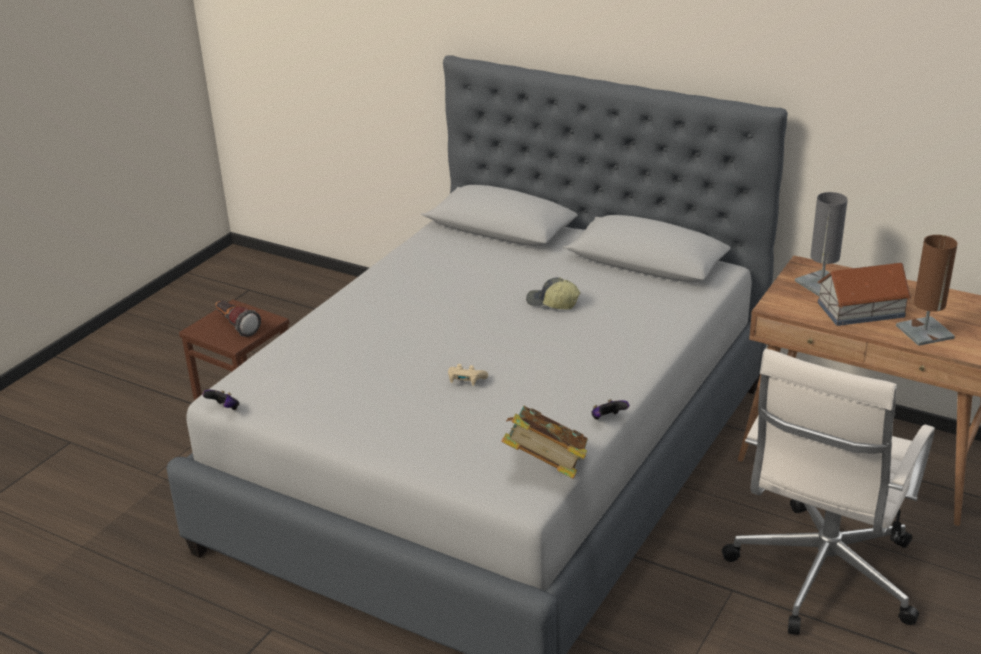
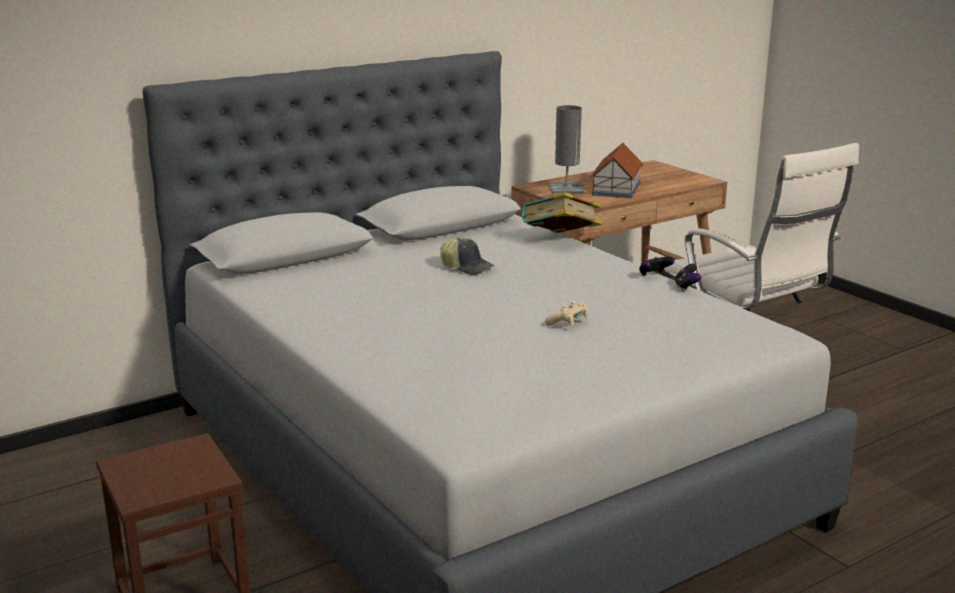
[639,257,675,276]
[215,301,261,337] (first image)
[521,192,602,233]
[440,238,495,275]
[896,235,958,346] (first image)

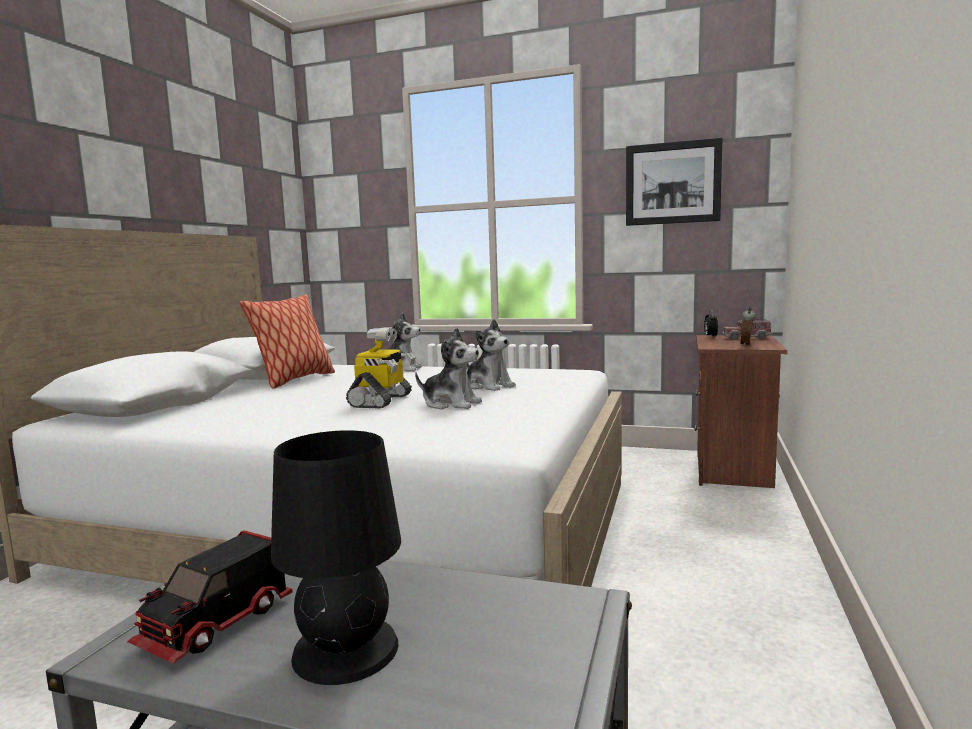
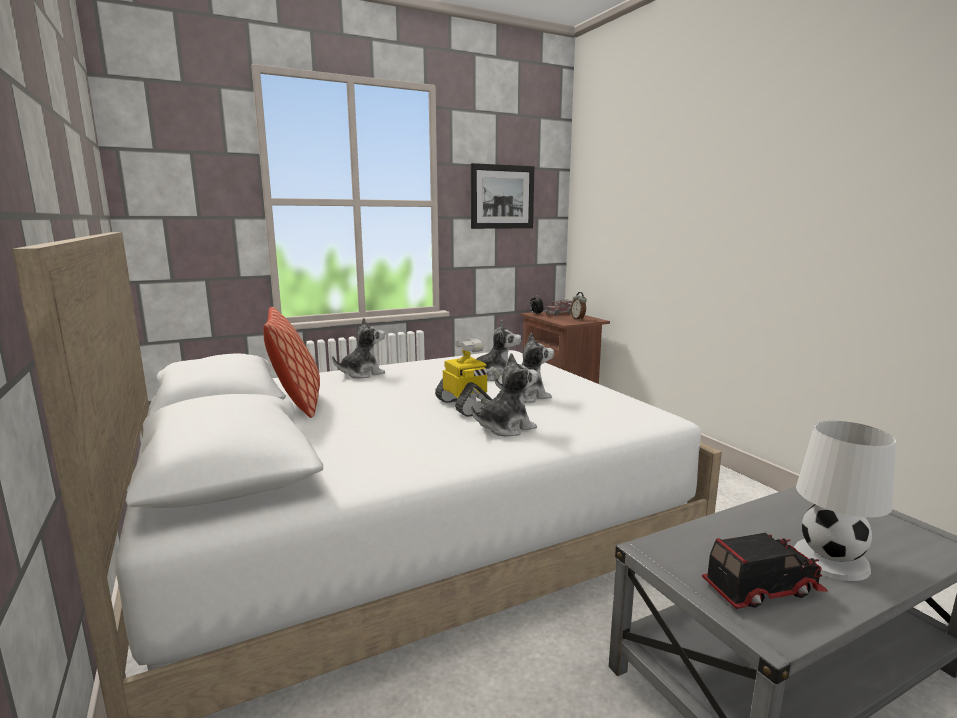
[702,533,828,609]
[794,421,896,581]
[471,353,538,436]

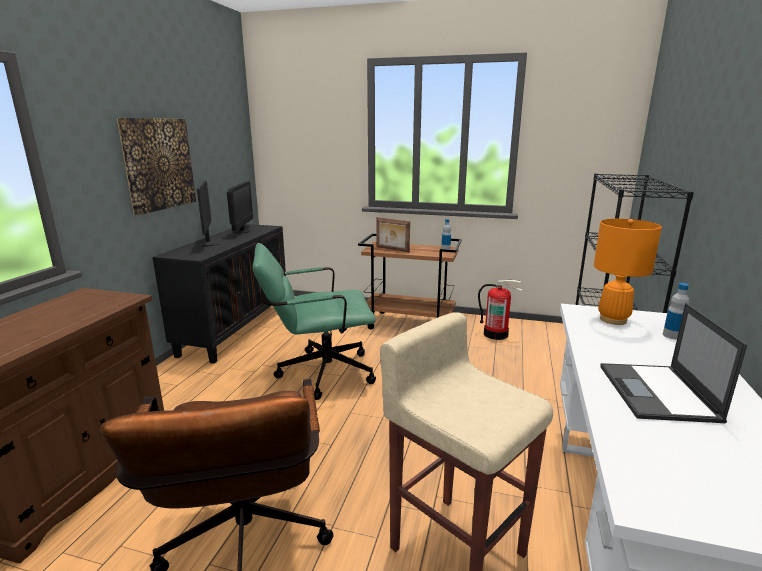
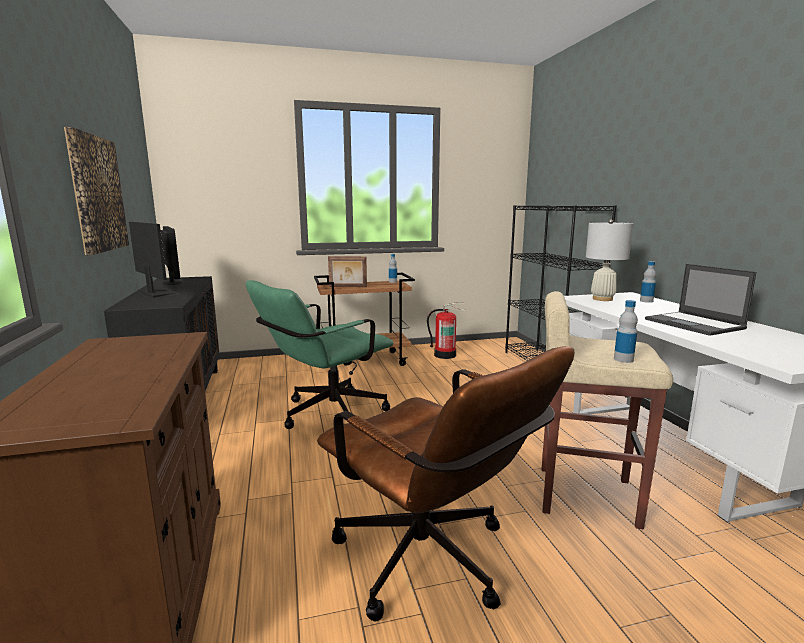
[586,219,633,301]
[614,300,638,363]

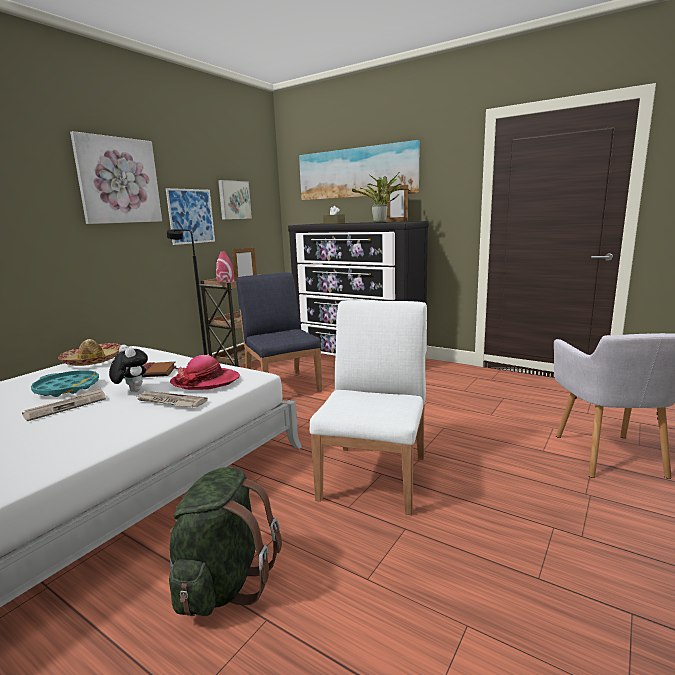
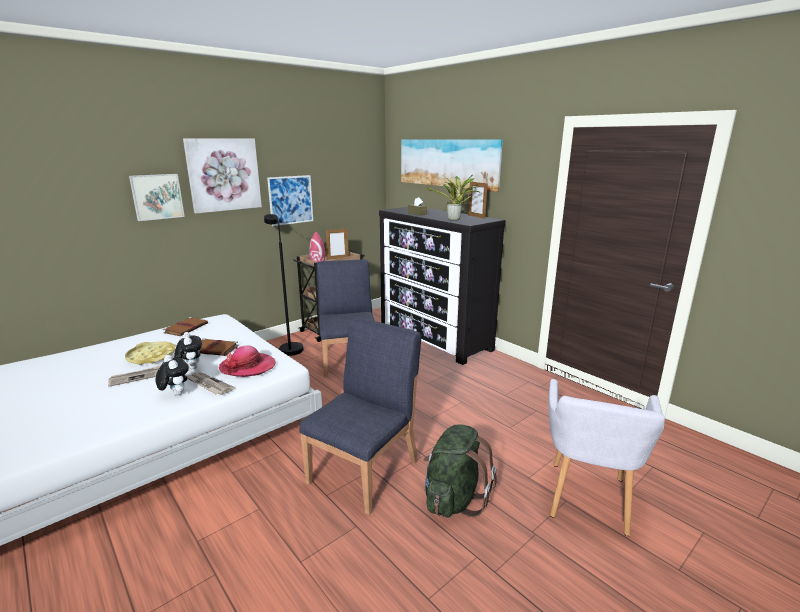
[125,341,175,365]
[163,317,208,336]
[424,424,497,518]
[129,174,185,221]
[299,317,421,515]
[156,355,189,396]

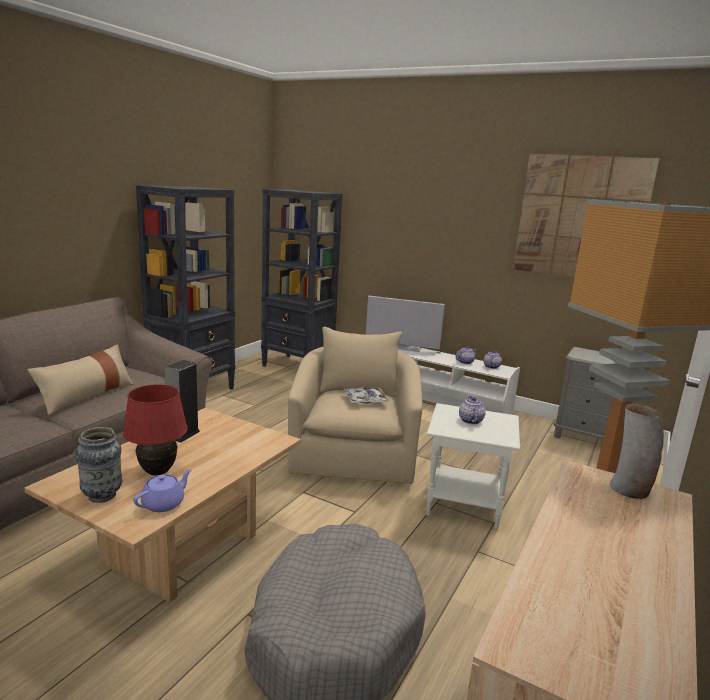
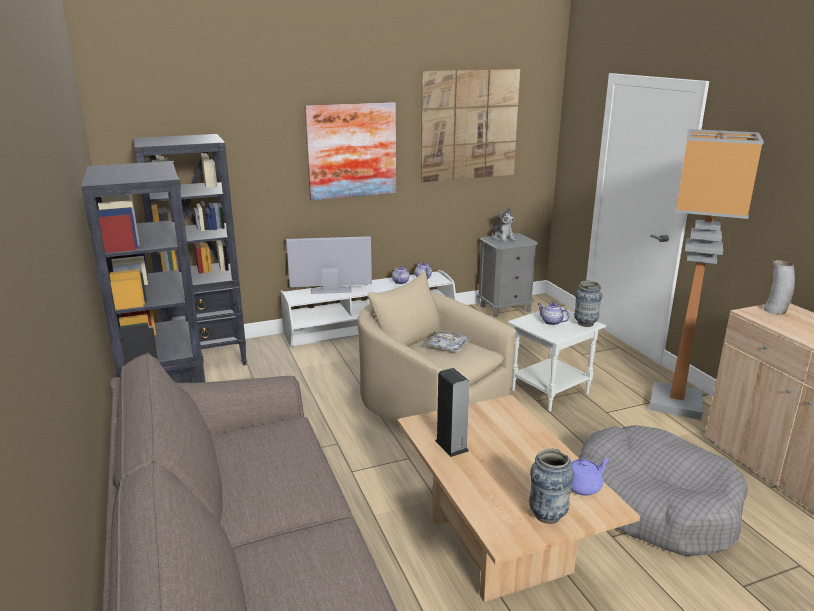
[27,344,134,415] (first image)
[123,384,188,476] (first image)
[571,458,610,496]
[286,236,372,294]
[305,102,396,201]
[492,207,516,242]
[574,281,602,327]

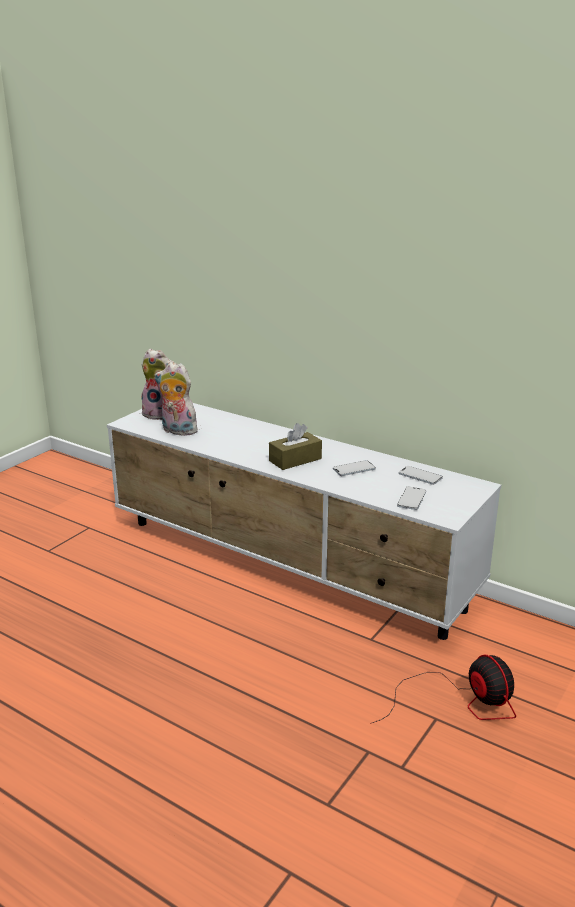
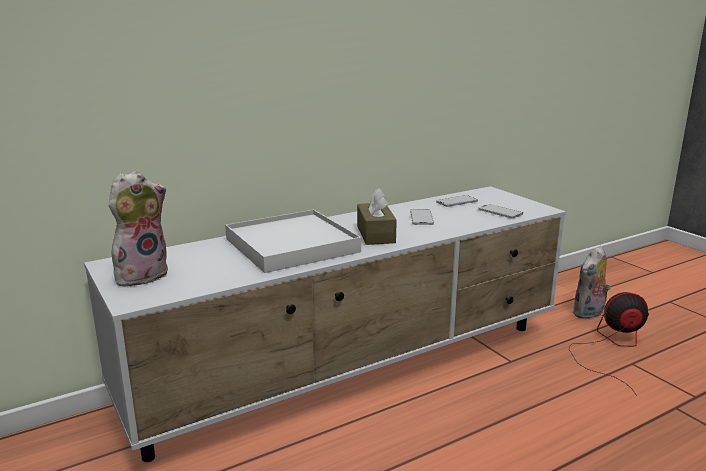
[572,246,610,319]
[225,210,361,273]

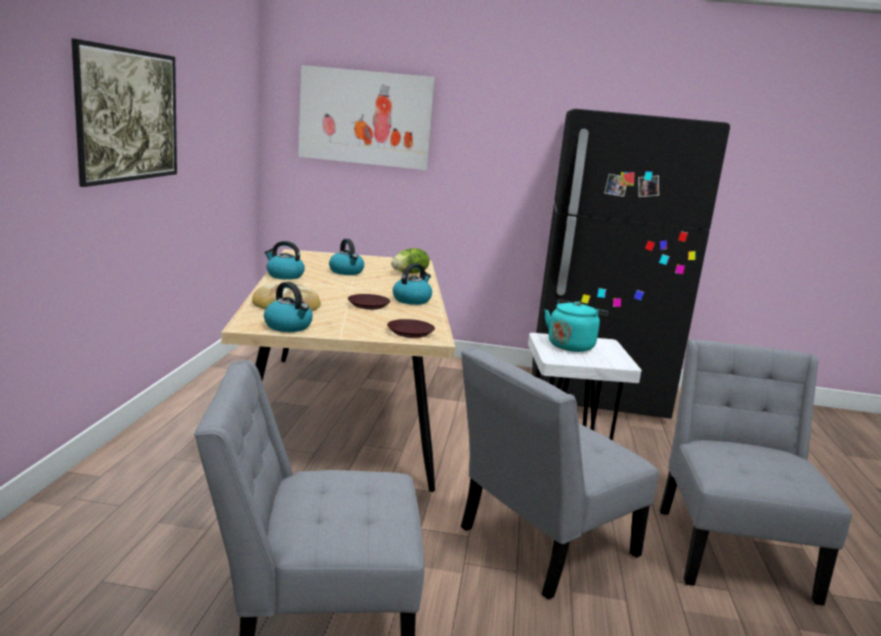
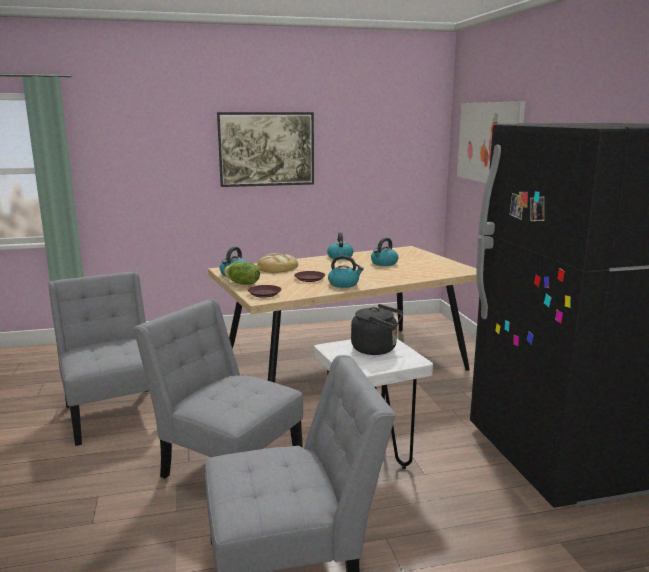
[224,262,260,285]
[351,304,403,355]

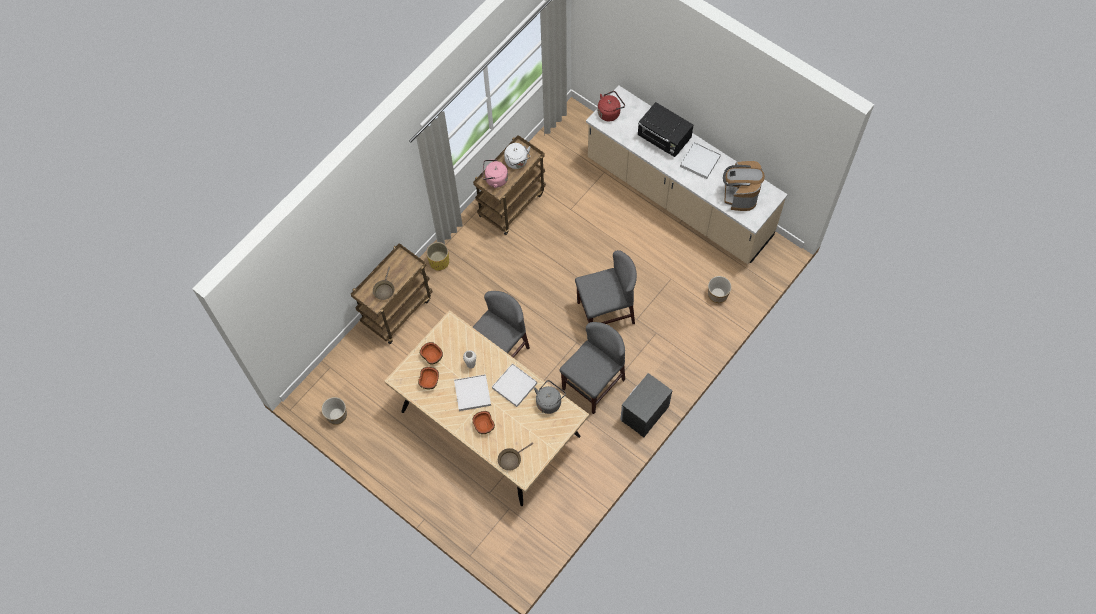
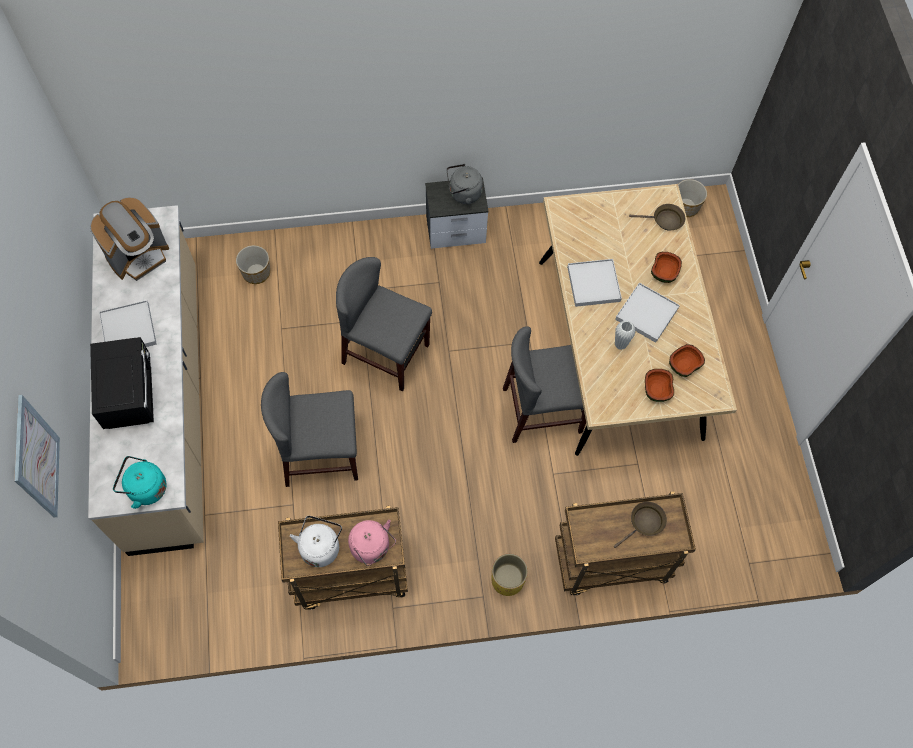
[678,179,707,217]
[447,164,483,204]
[261,372,358,487]
[113,456,167,509]
[14,395,60,518]

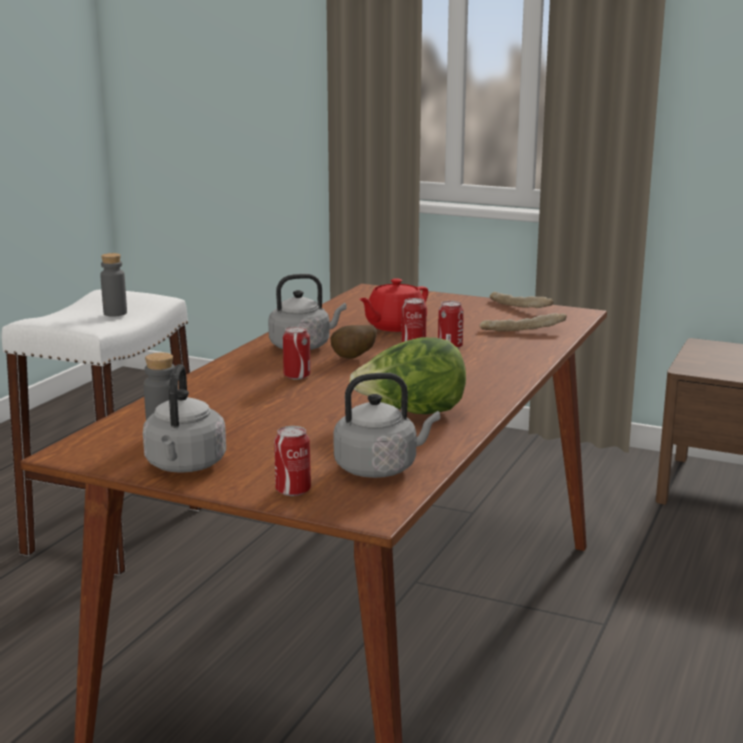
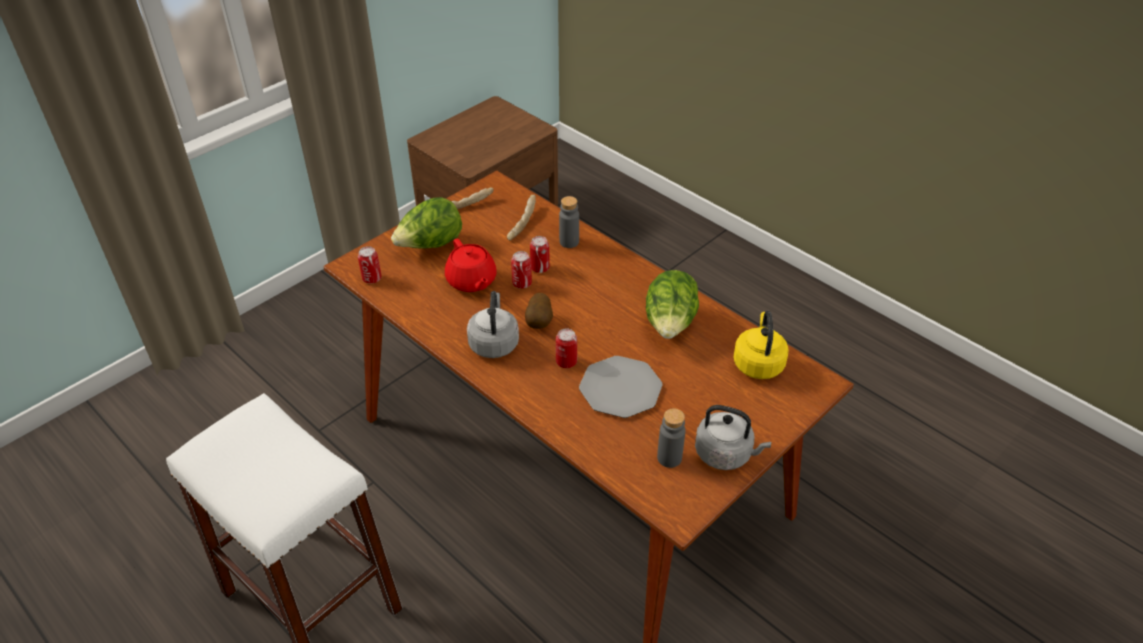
[559,196,579,248]
[358,246,382,284]
[733,311,789,379]
[391,197,462,249]
[579,356,663,418]

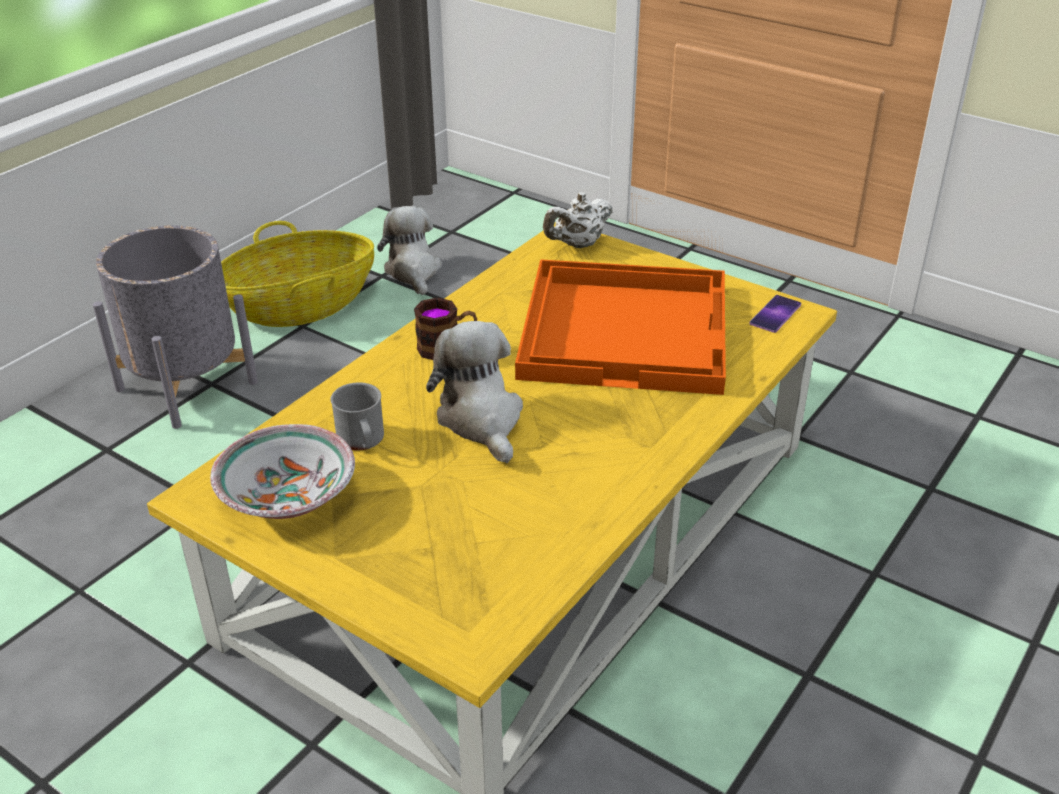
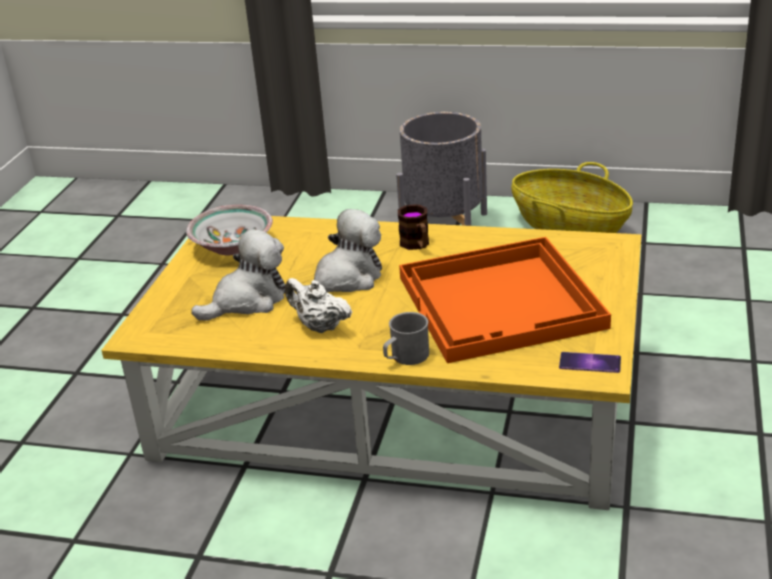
[383,312,429,365]
[191,229,285,321]
[285,278,352,333]

